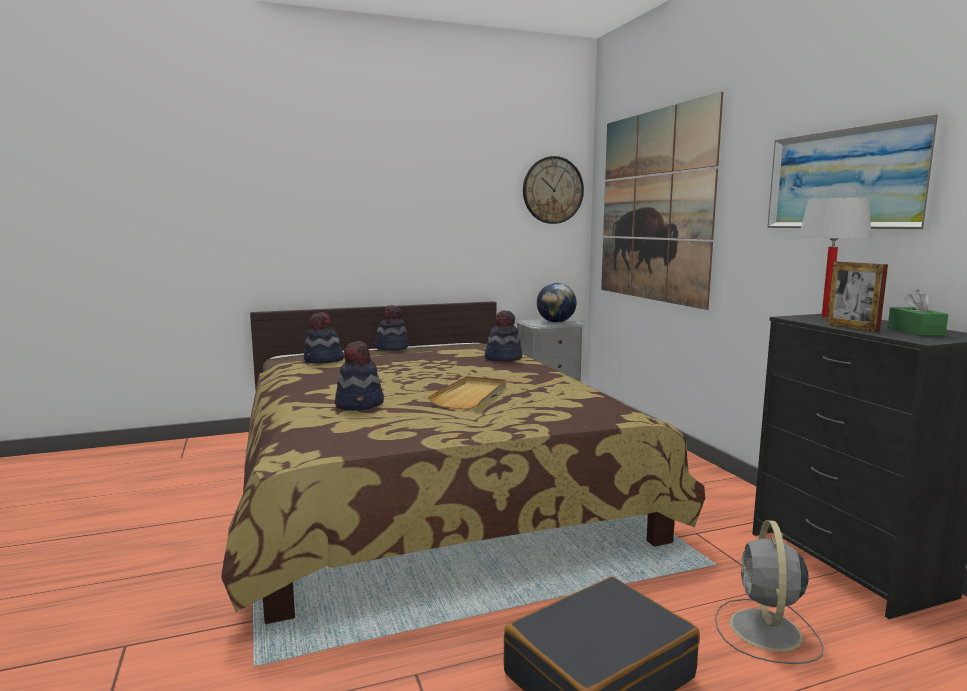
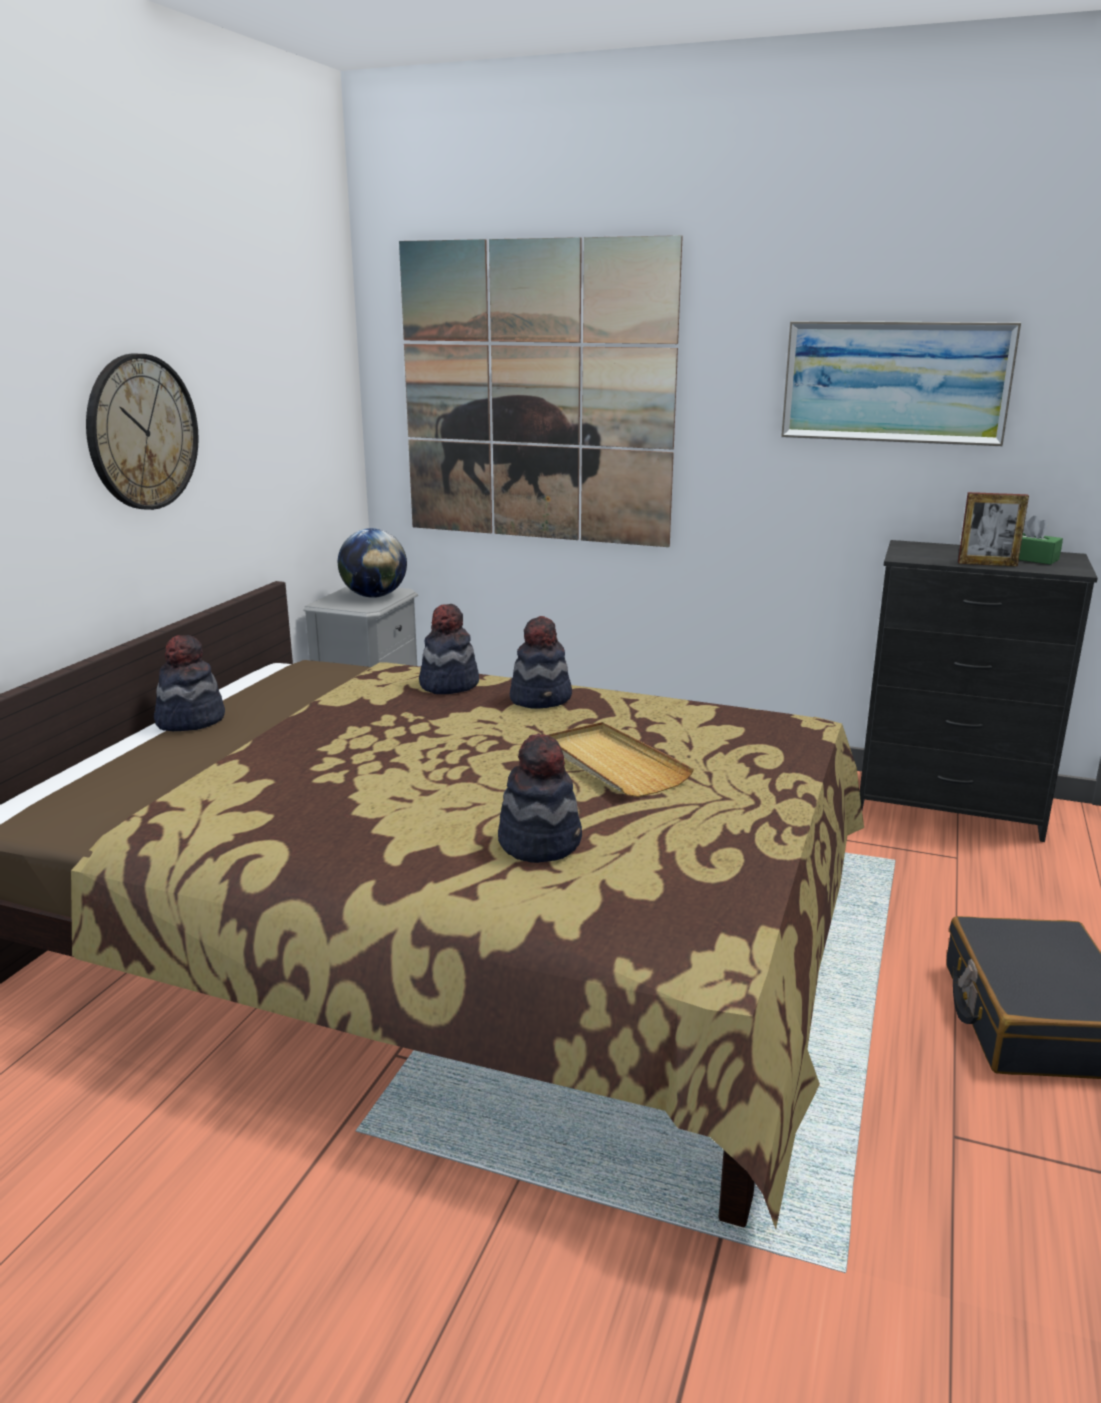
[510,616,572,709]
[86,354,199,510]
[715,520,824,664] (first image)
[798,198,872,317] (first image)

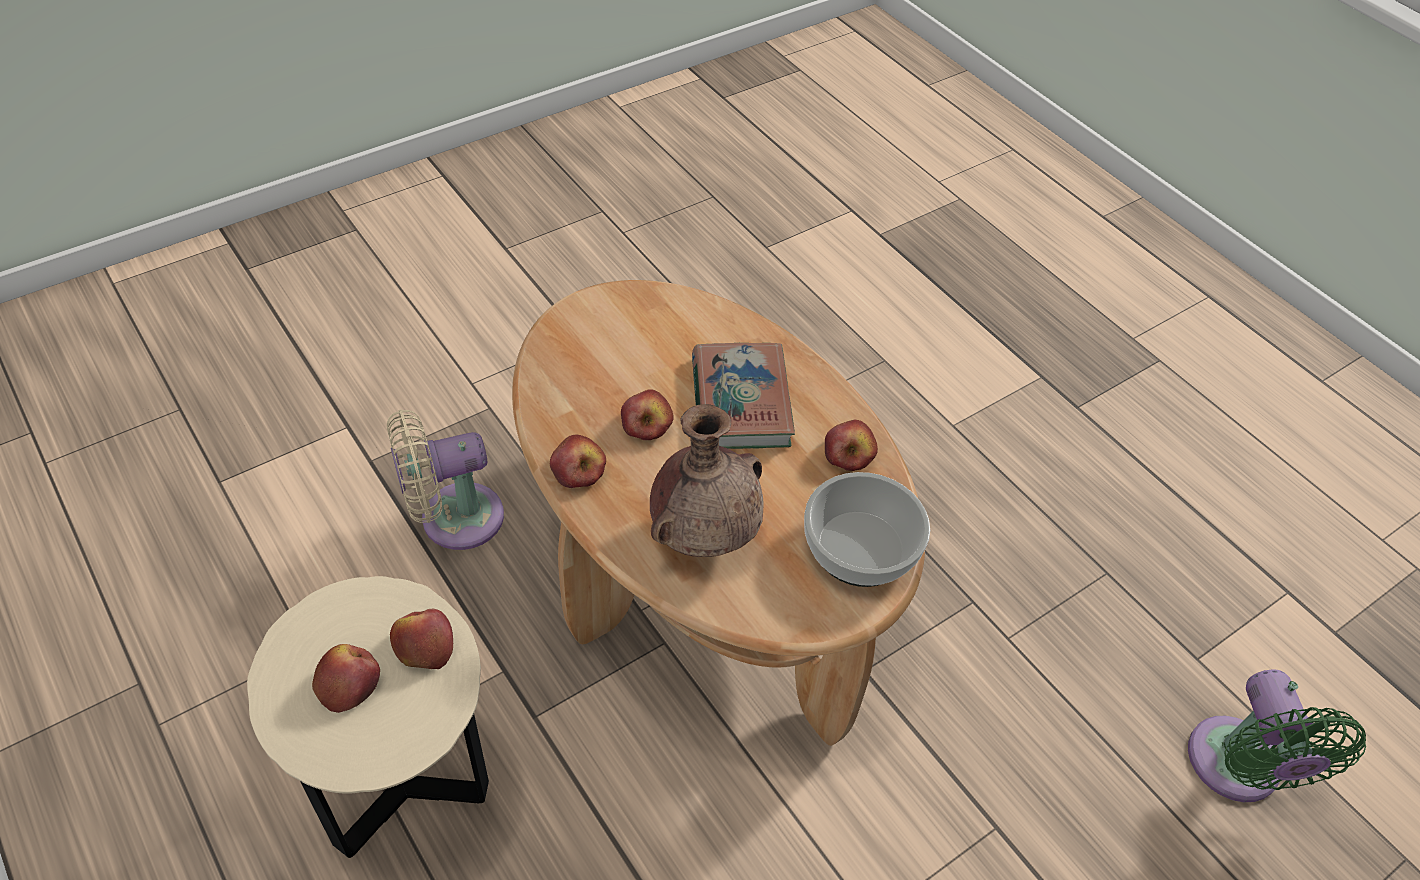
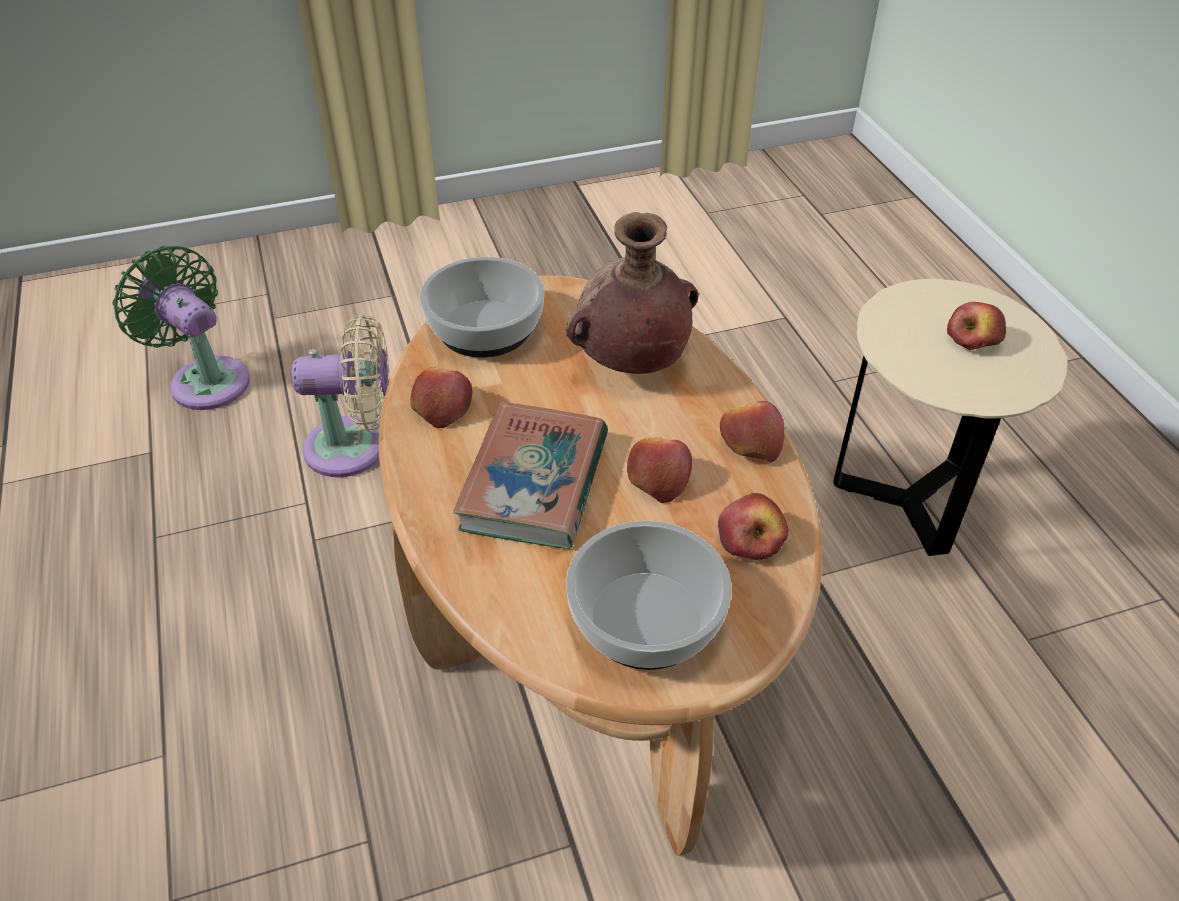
[292,314,390,477]
[718,493,789,560]
[113,246,250,410]
[566,521,732,670]

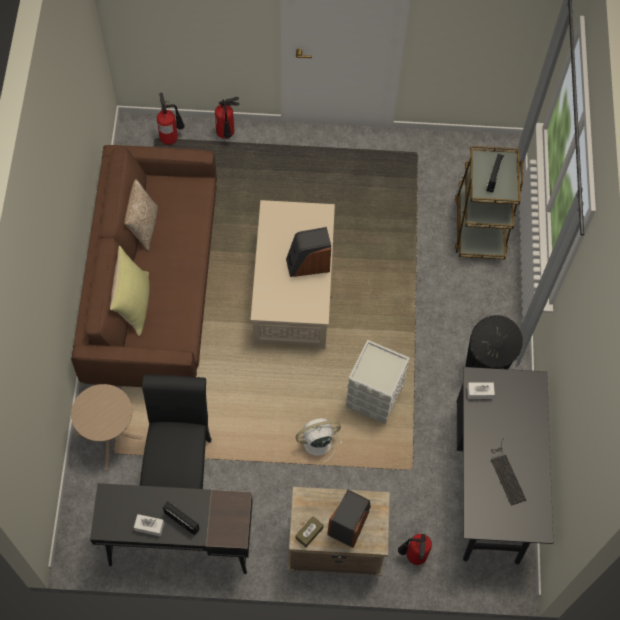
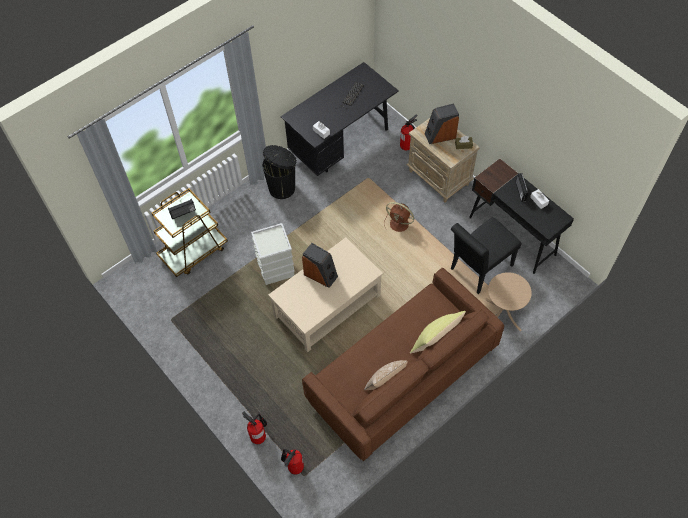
[384,202,414,232]
[251,223,295,285]

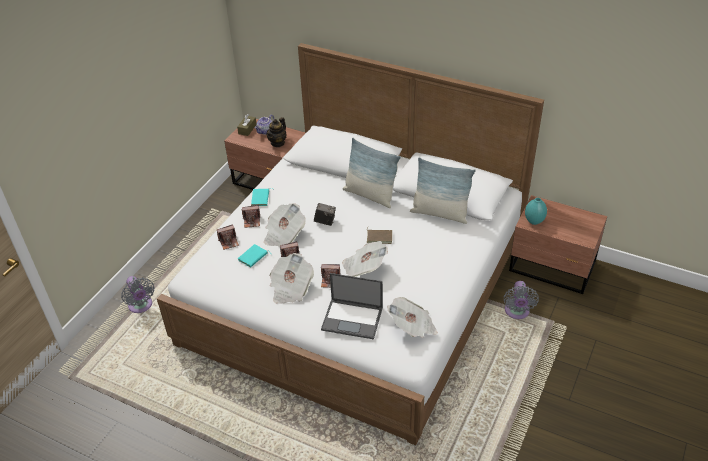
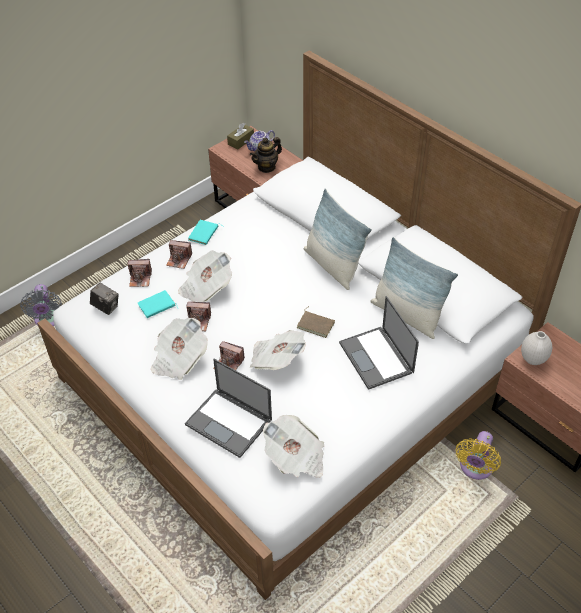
[90,282,119,315]
[456,431,501,480]
[521,331,552,365]
[339,296,419,390]

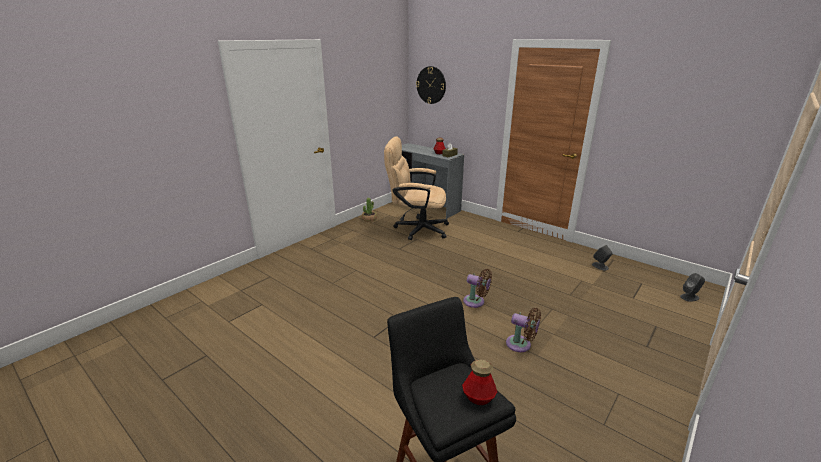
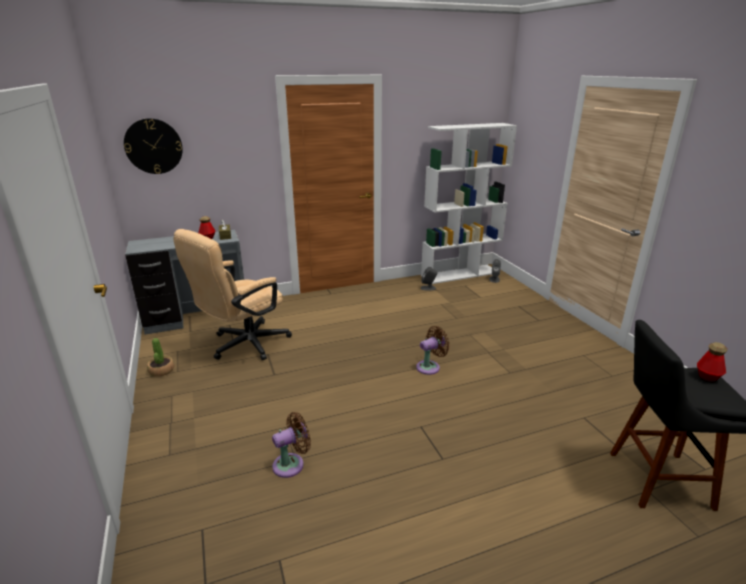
[272,412,311,478]
[421,123,517,284]

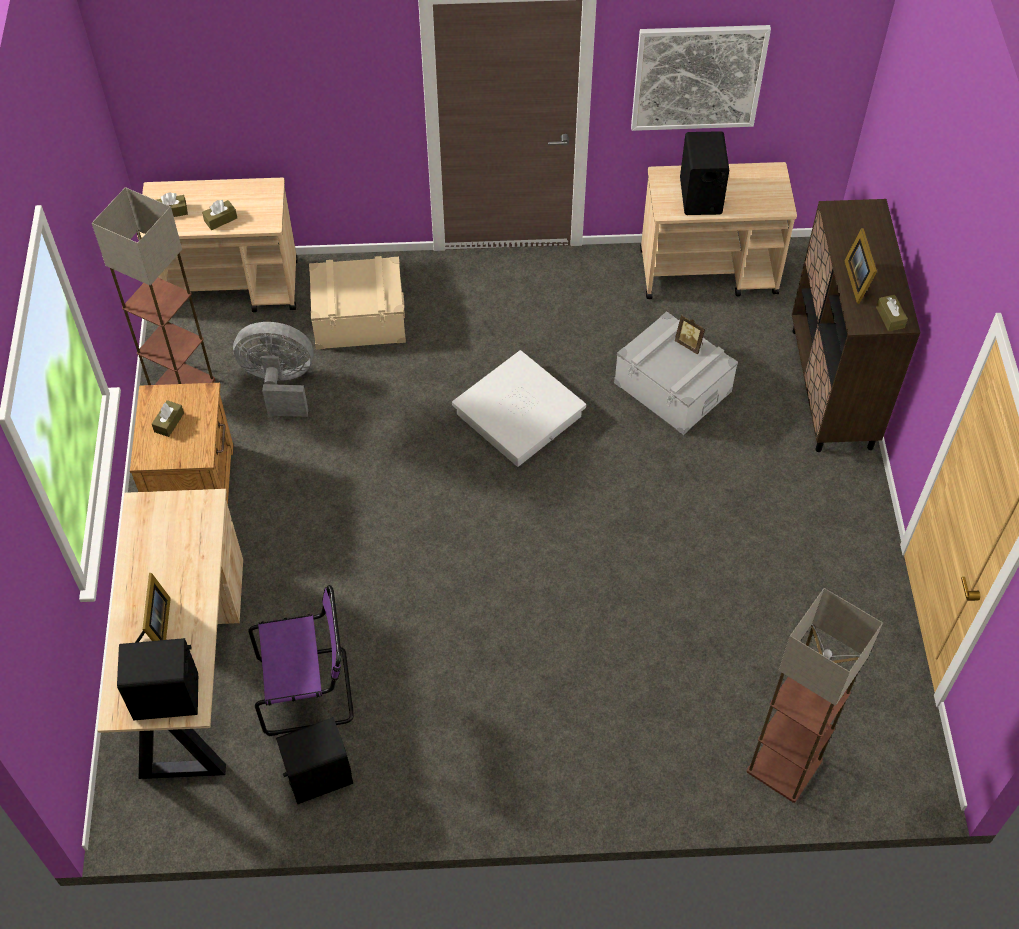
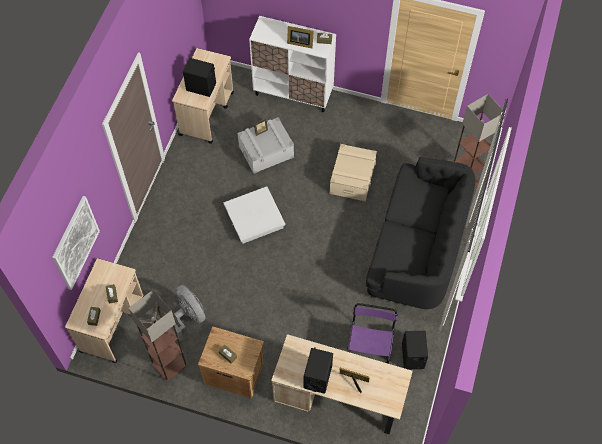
[304,347,333,394]
[171,285,206,342]
[330,144,377,202]
[52,196,100,290]
[249,16,336,112]
[366,157,475,309]

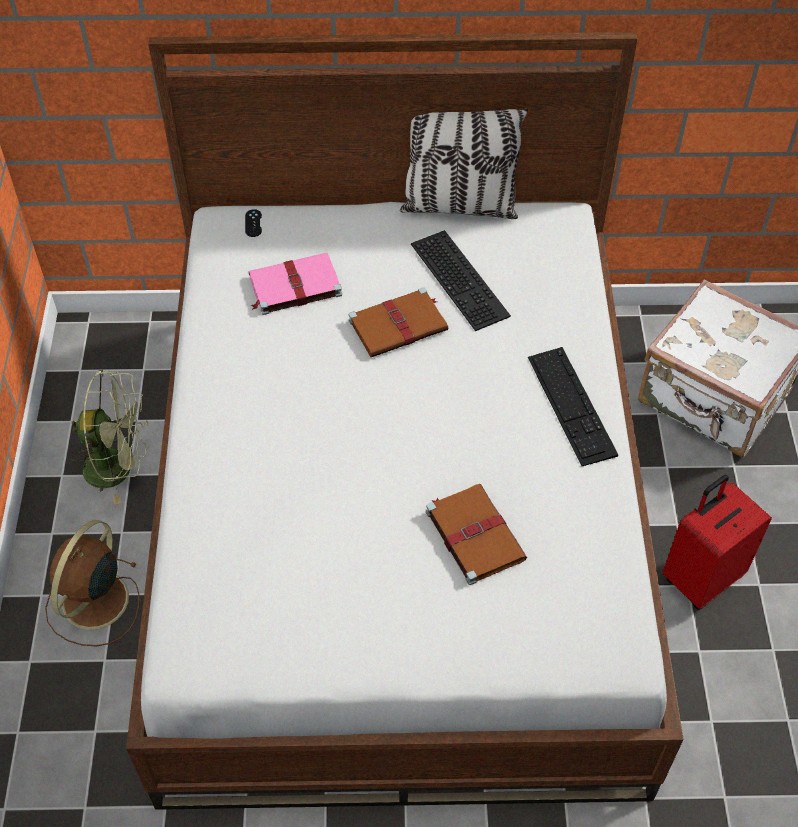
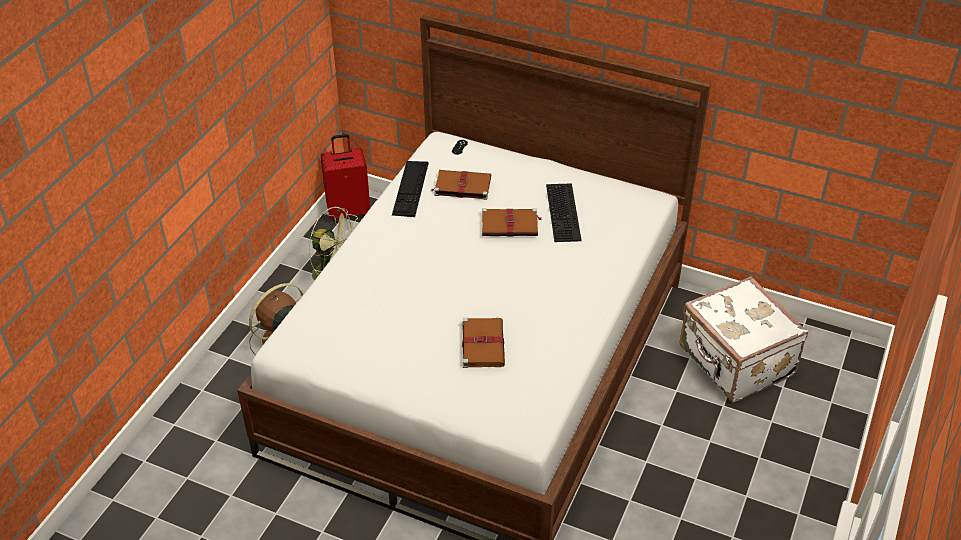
[431,170,491,200]
[400,108,528,219] (first image)
[392,161,429,217]
[321,134,370,223]

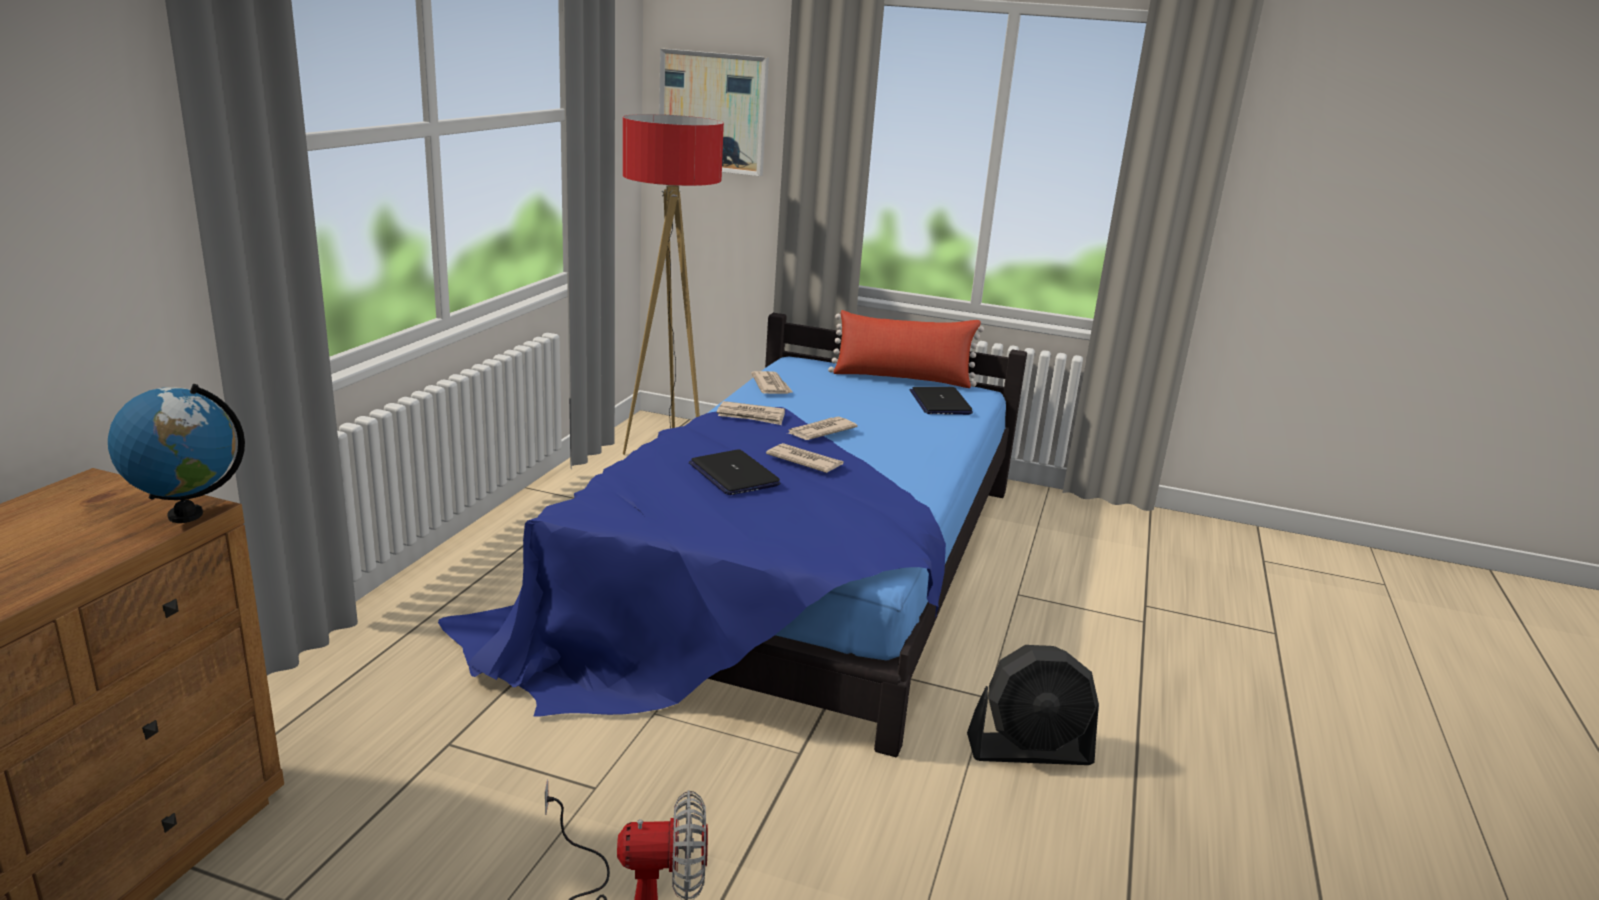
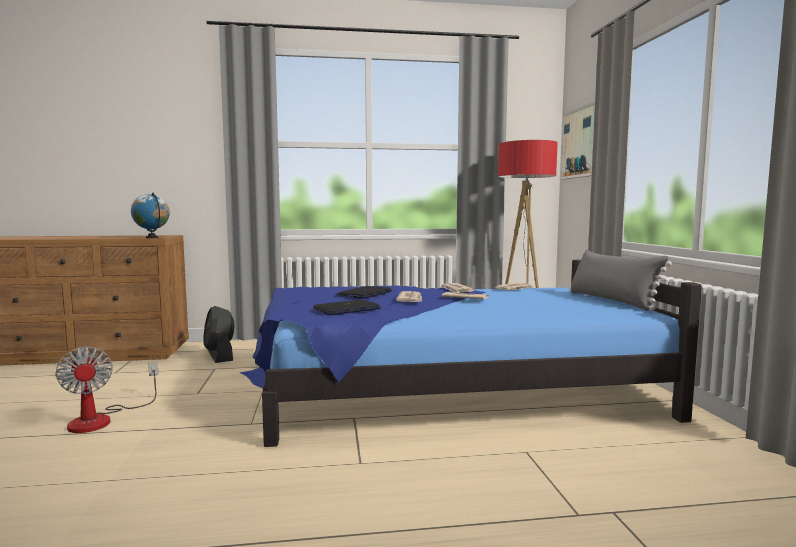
[570,250,672,311]
[313,299,381,315]
[204,306,235,363]

